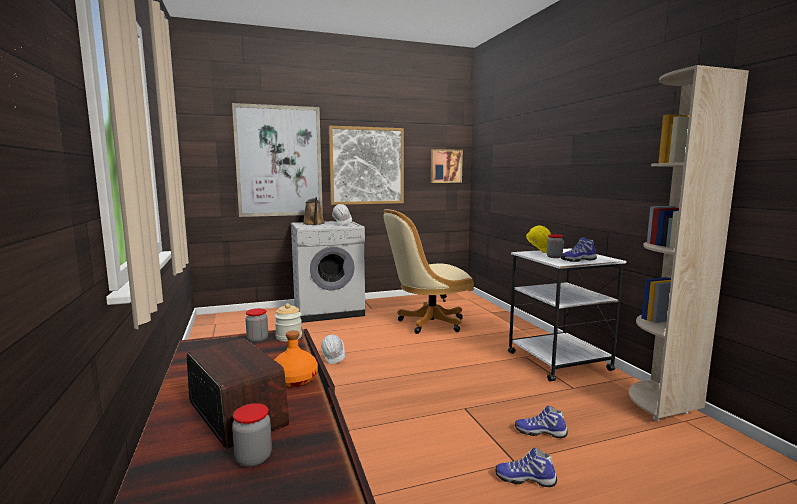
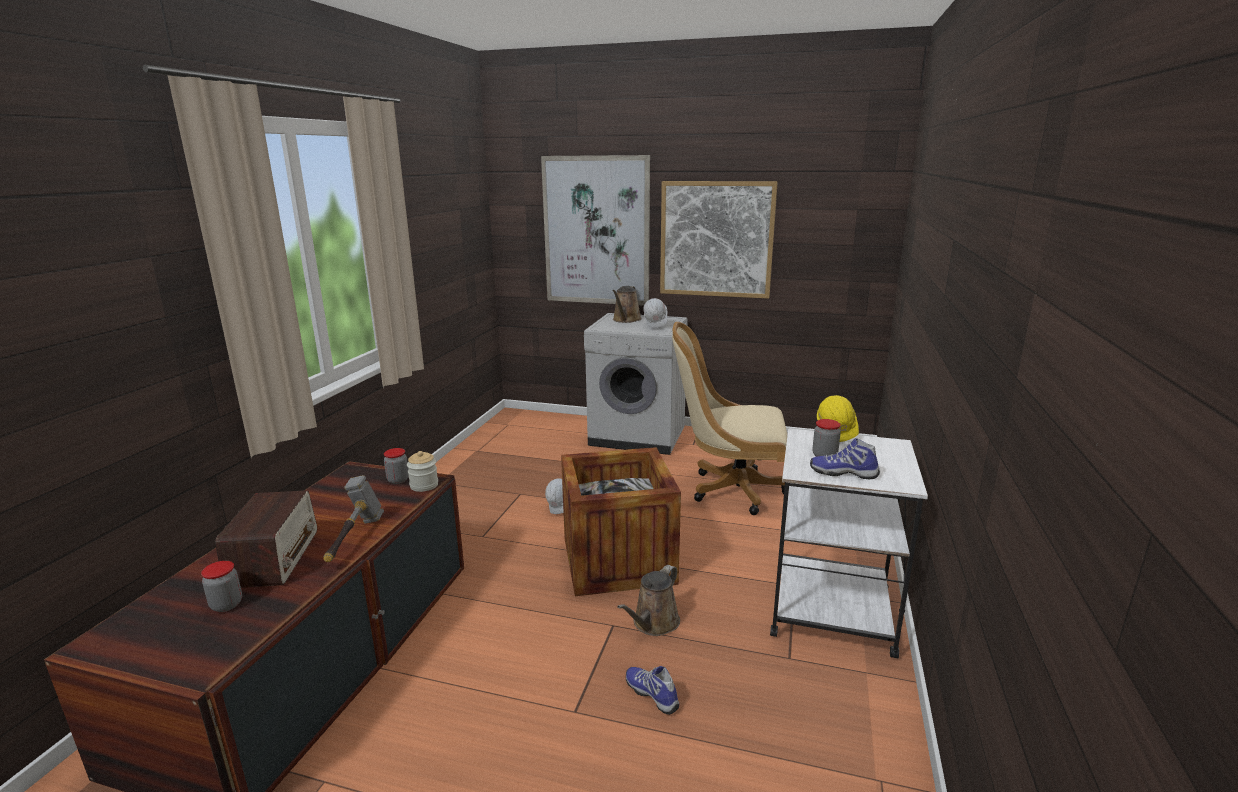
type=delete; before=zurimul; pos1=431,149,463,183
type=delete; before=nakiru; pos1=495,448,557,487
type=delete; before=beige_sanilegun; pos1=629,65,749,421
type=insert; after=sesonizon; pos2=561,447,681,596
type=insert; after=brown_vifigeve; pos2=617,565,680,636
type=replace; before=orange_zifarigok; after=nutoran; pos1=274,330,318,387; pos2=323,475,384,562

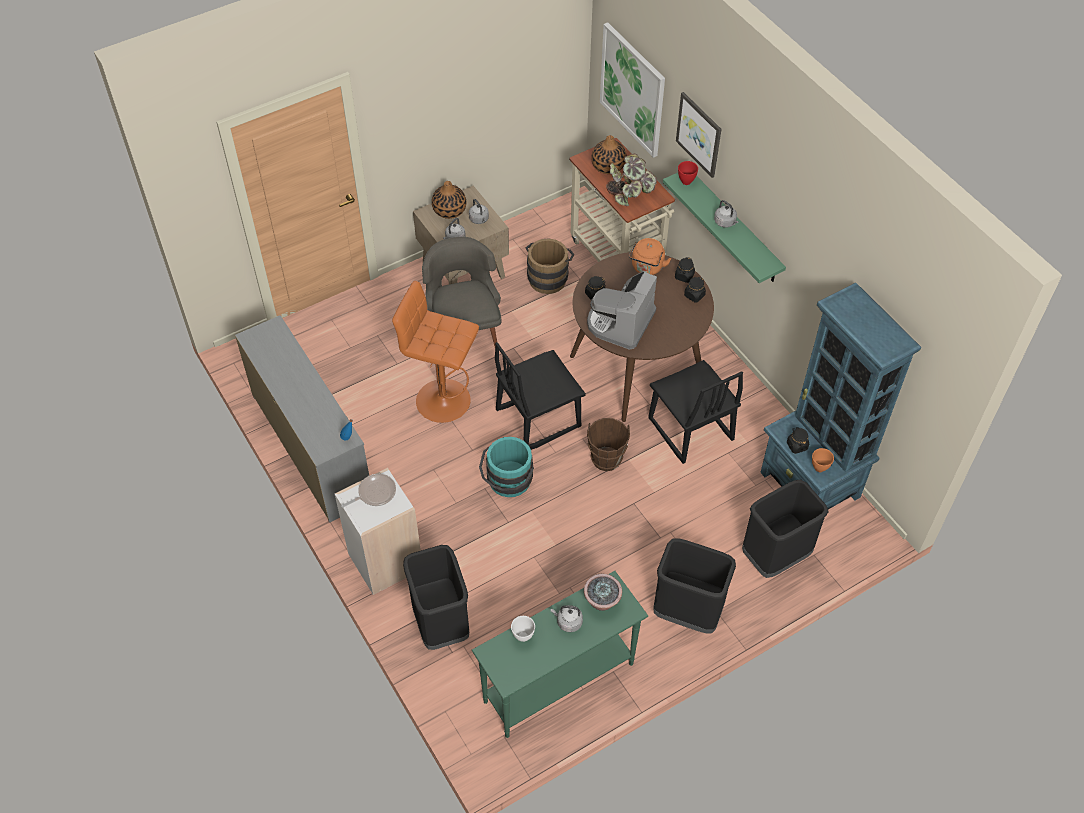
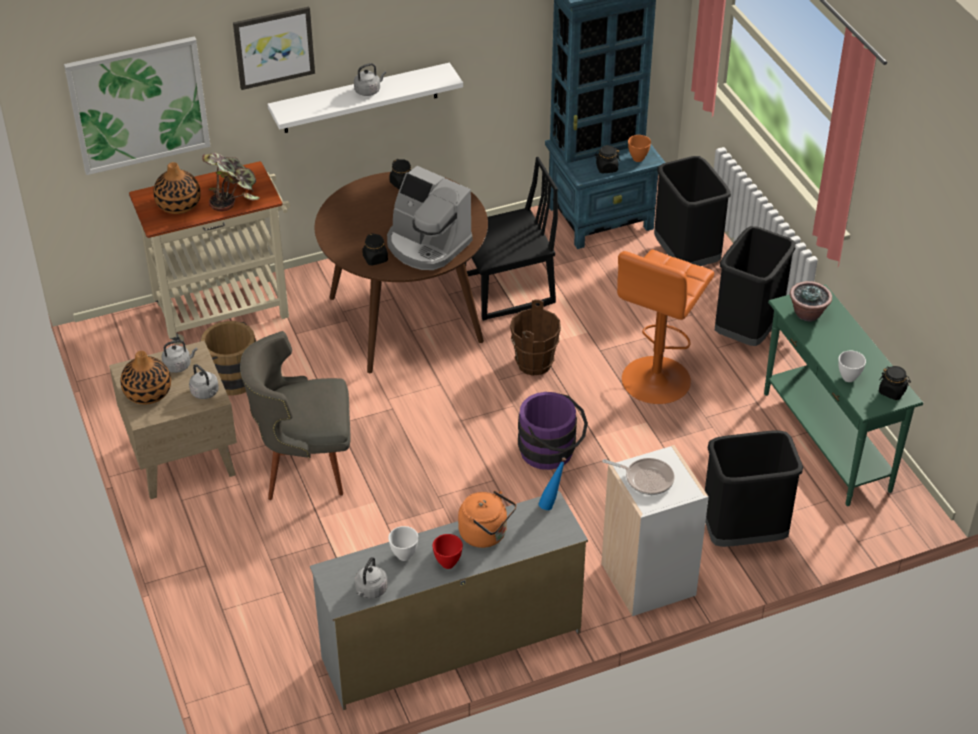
type=delete; before=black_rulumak; pos1=495,342,586,450
type=insert; after=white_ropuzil; pos2=388,526,419,561
type=move; before=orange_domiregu; pos1=392,281,479,423; pos2=617,250,714,404
type=move; before=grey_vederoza; pos1=551,605,583,632; pos2=355,557,388,599
type=move; before=orange_vederoza; pos1=629,238,671,275; pos2=458,491,516,548
type=move; before=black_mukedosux; pos1=675,257,695,283; pos2=879,366,911,400
type=move; before=red_ropuzil; pos1=678,161,698,185; pos2=432,534,463,569
type=recolor; before=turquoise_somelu; after=purple_somelu; pos1=479,437,534,497; pos2=518,392,588,470
type=recolor; before=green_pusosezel; after=white_pusosezel; pos1=663,173,786,283; pos2=268,63,463,133
type=rotate; before=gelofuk; pos1=341,474,396,508; pos2=602,458,675,495; turn=135

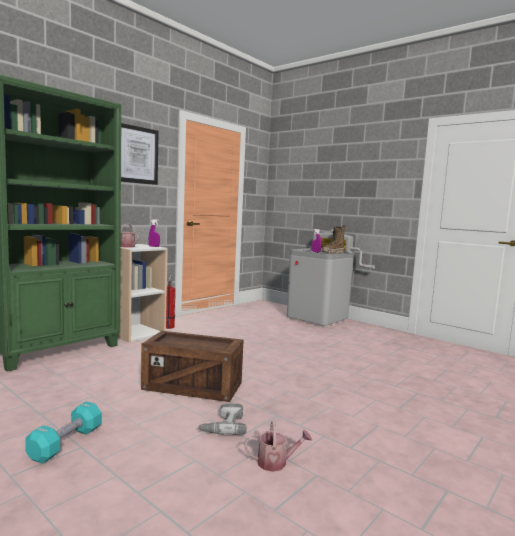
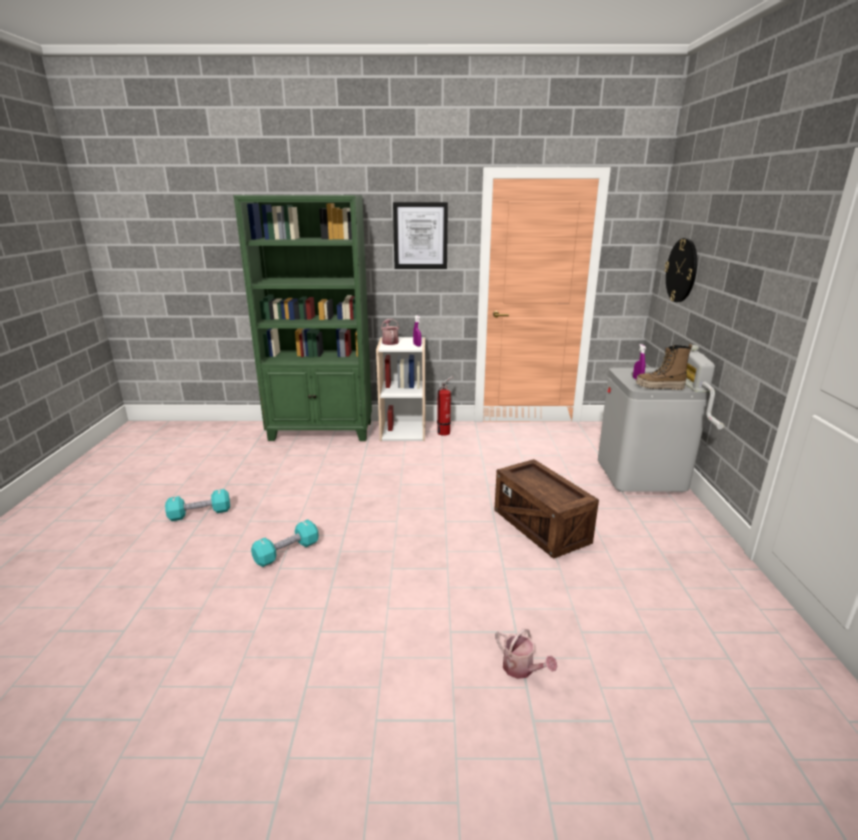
type=insert; after=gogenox; pos2=664,238,697,302
type=move; before=sesonizon; pos1=141,331,243,402; pos2=494,459,599,559
type=move; before=vifigeve; pos1=244,421,312,472; pos2=495,629,557,679
type=replace; before=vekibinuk; after=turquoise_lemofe; pos1=197,403,247,435; pos2=251,519,319,567

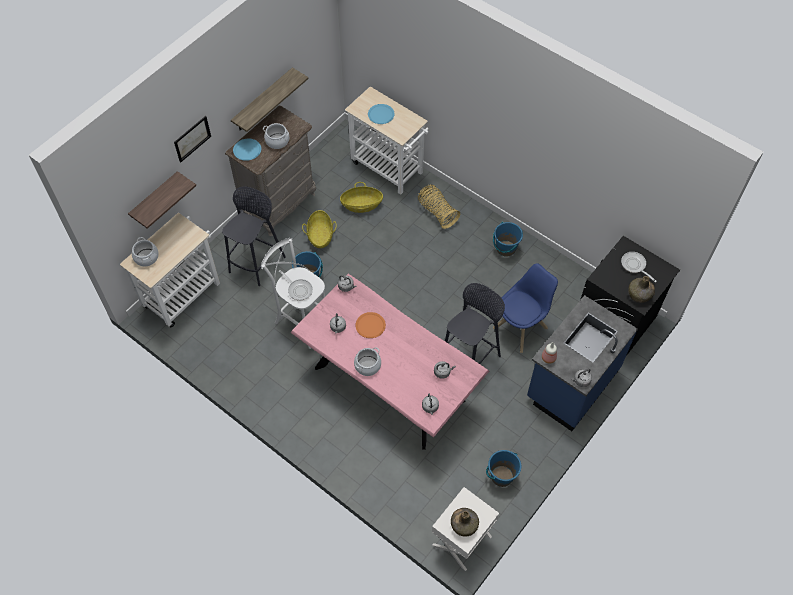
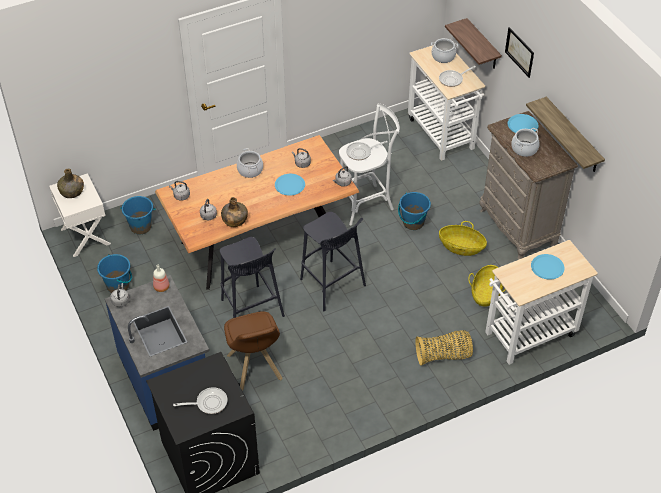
type=insert; after=gelofuk; pos2=439,66,476,87
type=move; before=grey_domiregu; pos1=222,186,286,286; pos2=300,212,366,311
type=move; before=blue_somelu; pos1=493,222,523,257; pos2=120,196,156,234
type=move; before=green_zifarigok; pos1=628,276,655,303; pos2=221,197,248,227
type=recolor; before=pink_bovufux; after=brown_bovufux; pos1=290,274,489,450; pos2=155,135,359,290
type=recolor; before=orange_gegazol; after=blue_gegazol; pos1=356,312,386,338; pos2=275,174,305,196
type=recolor; before=blue_rulumak; after=brown_rulumak; pos1=493,263,558,353; pos2=224,312,282,391

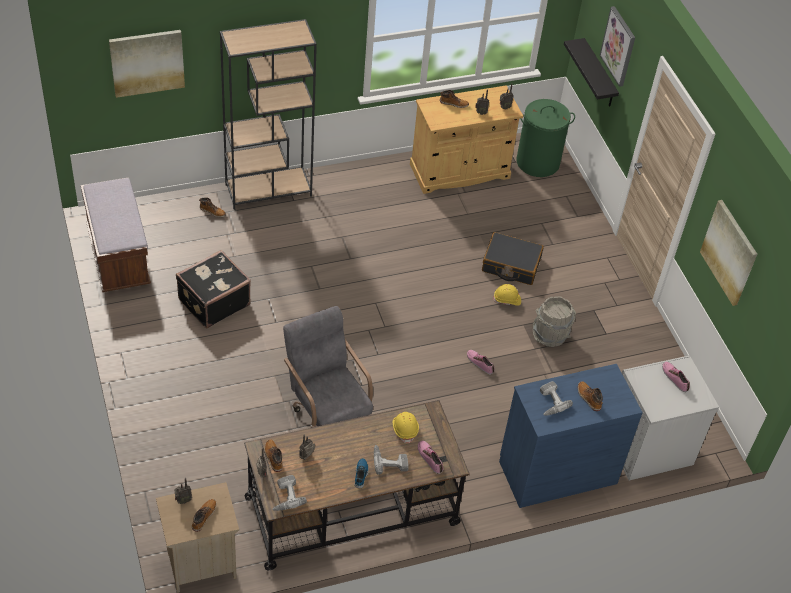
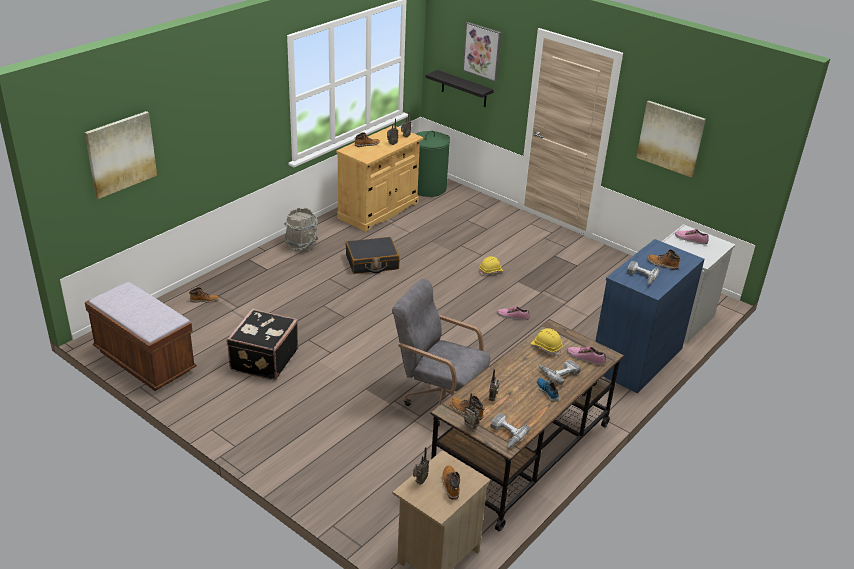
type=delete; before=sanilegun; pos1=220,19,317,210
type=move; before=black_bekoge; pos1=482,232,544,285; pos2=346,237,400,274
type=move; before=grey_somelu; pos1=533,296,576,347; pos2=284,208,318,252

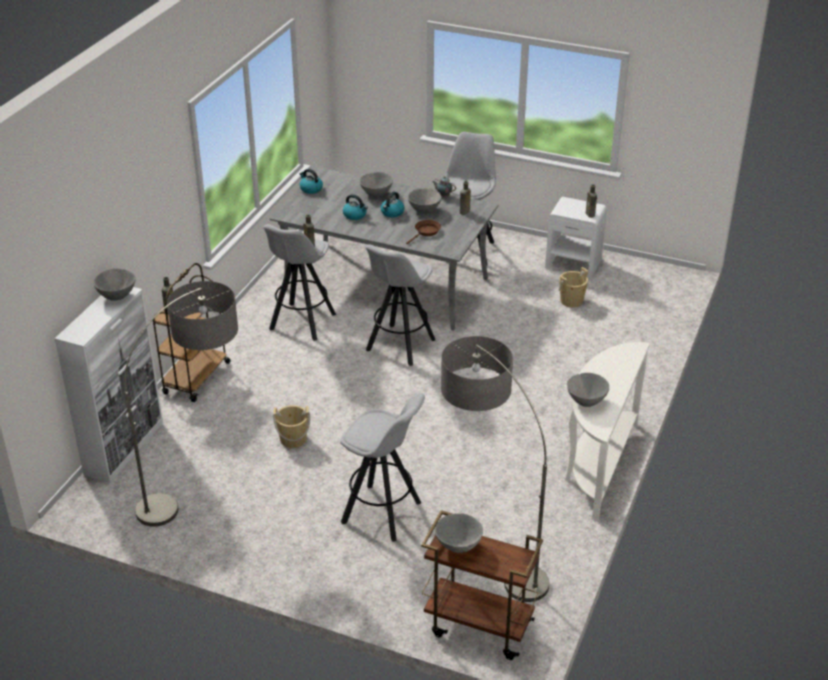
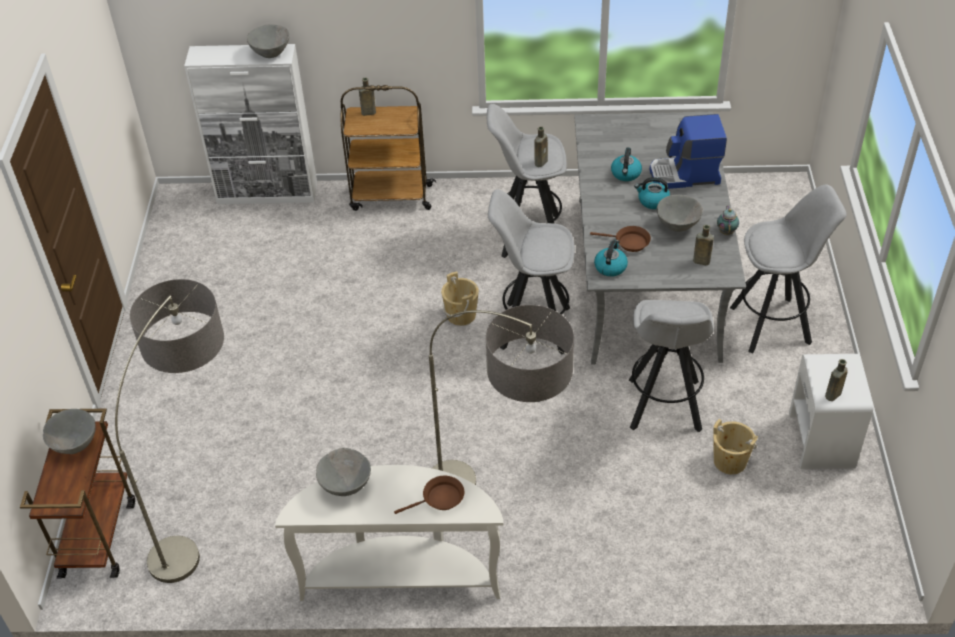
type=insert; after=brown_gelofuk; pos2=394,476,465,514
type=move; before=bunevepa; pos1=124,281,238,527; pos2=429,305,574,485
type=move; before=beige_somelu; pos1=273,405,310,448; pos2=441,272,479,326
type=move; before=vederoza; pos1=299,169,323,194; pos2=594,240,628,277
type=move; before=grey_domiregu; pos1=340,393,425,542; pos2=629,300,714,432
type=replace; before=grey_ropuzil; after=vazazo; pos1=360,172,393,198; pos2=650,114,727,189

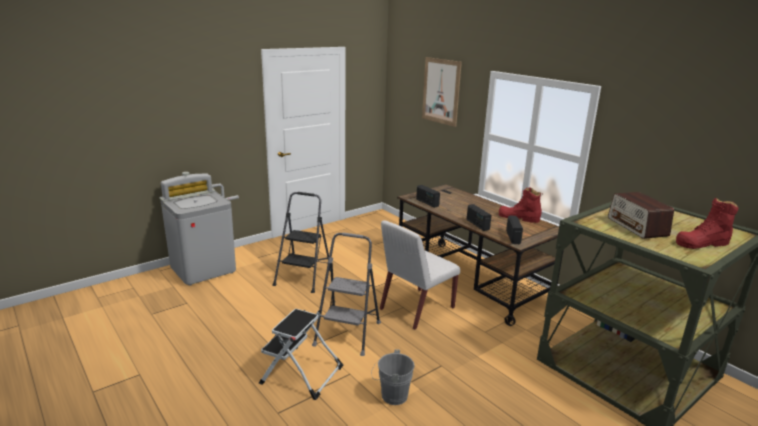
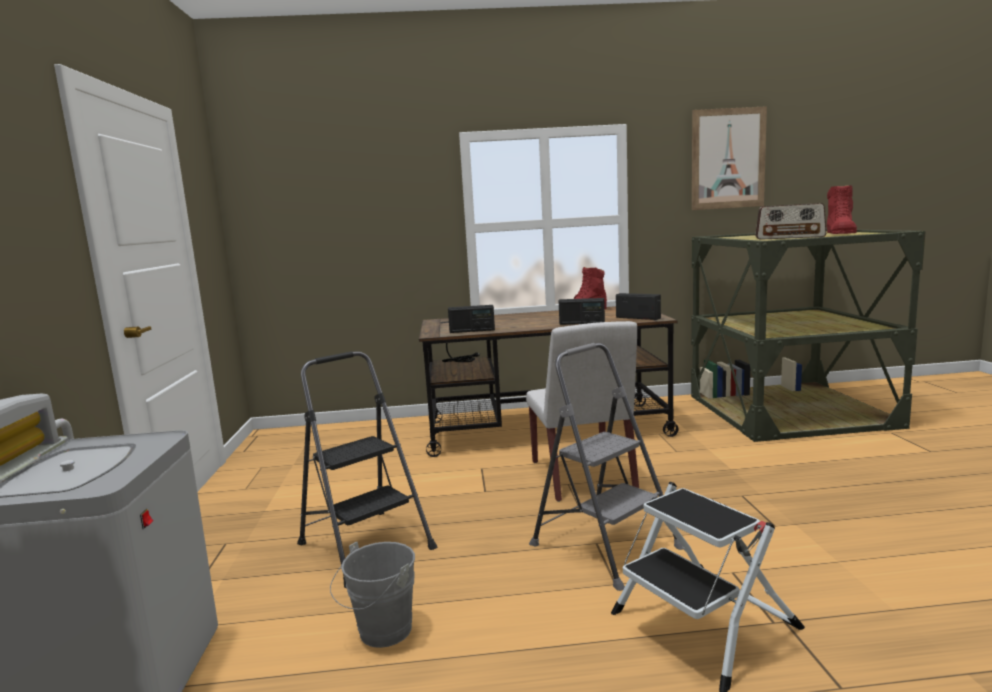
type=move; before=grey_somelu; pos1=371,349,415,405; pos2=330,541,415,648
type=move; before=zurimul; pos1=422,57,462,127; pos2=692,106,767,210

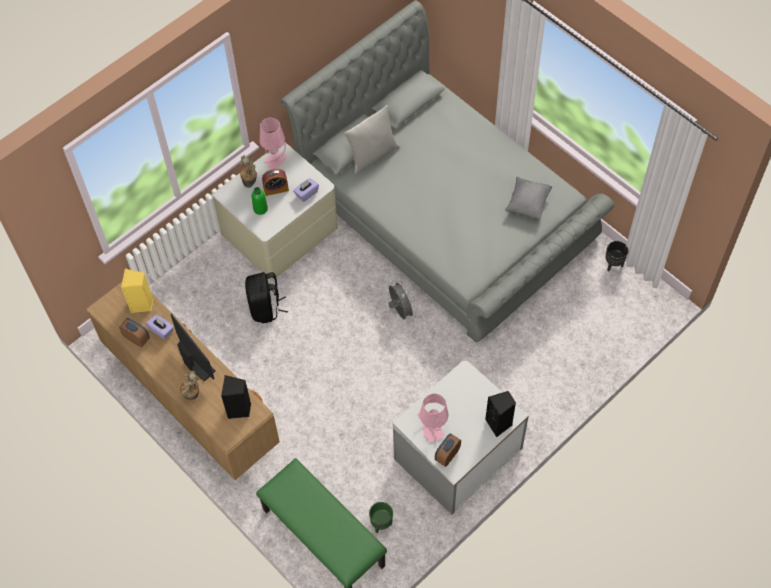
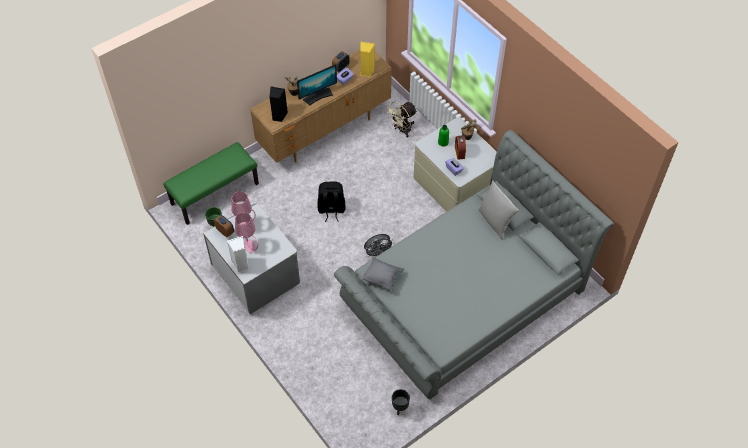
type=insert; after=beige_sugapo; pos2=385,102,417,138
type=move; before=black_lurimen; pos1=245,272,288,323; pos2=318,181,346,222
type=move; before=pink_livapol; pos1=260,118,286,169; pos2=235,212,259,253
type=move; before=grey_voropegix; pos1=505,177,552,219; pos2=362,257,405,291
type=recolor; before=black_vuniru; after=white_vuniru; pos1=485,391,516,437; pos2=227,236,249,273

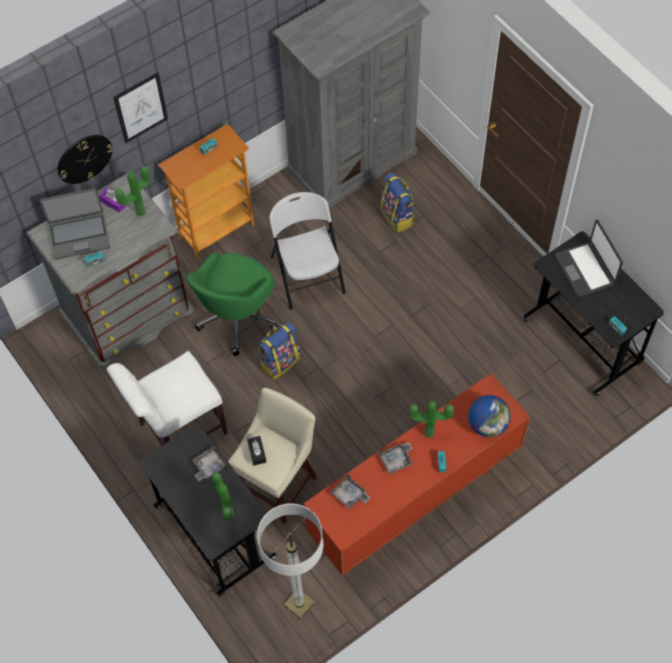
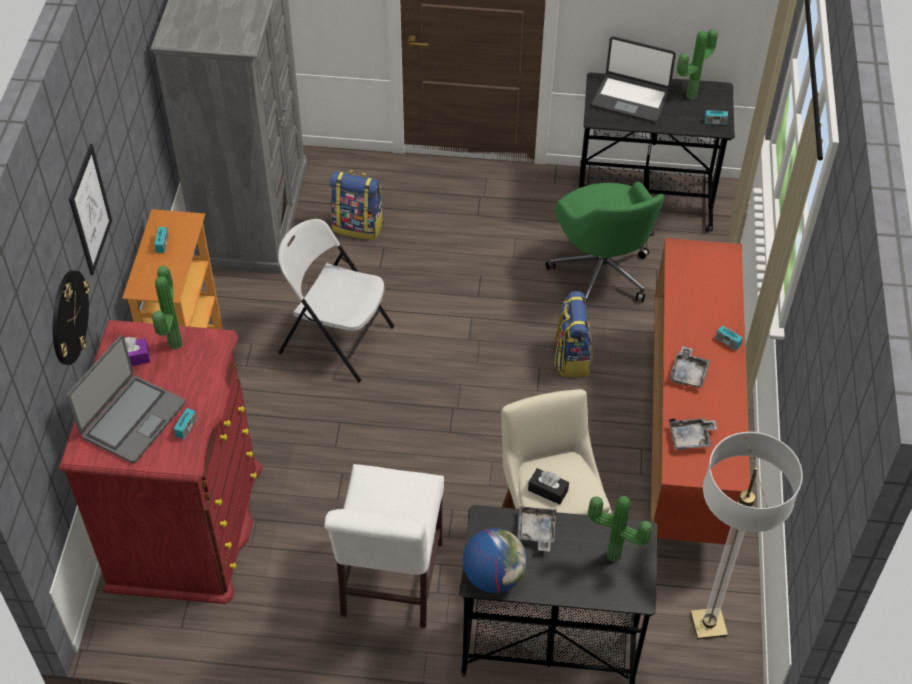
type=move; before=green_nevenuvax; pos1=186,253,278,356; pos2=545,182,664,304
type=move; before=lurimen; pos1=258,322,301,380; pos2=553,291,593,377
type=move; before=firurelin; pos1=409,401,454,438; pos2=677,29,718,100
type=move; before=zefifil; pos1=468,395,511,437; pos2=463,528,527,593
type=recolor; before=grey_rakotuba; after=red_rakotuba; pos1=26,173,194,368; pos2=58,320,262,604

